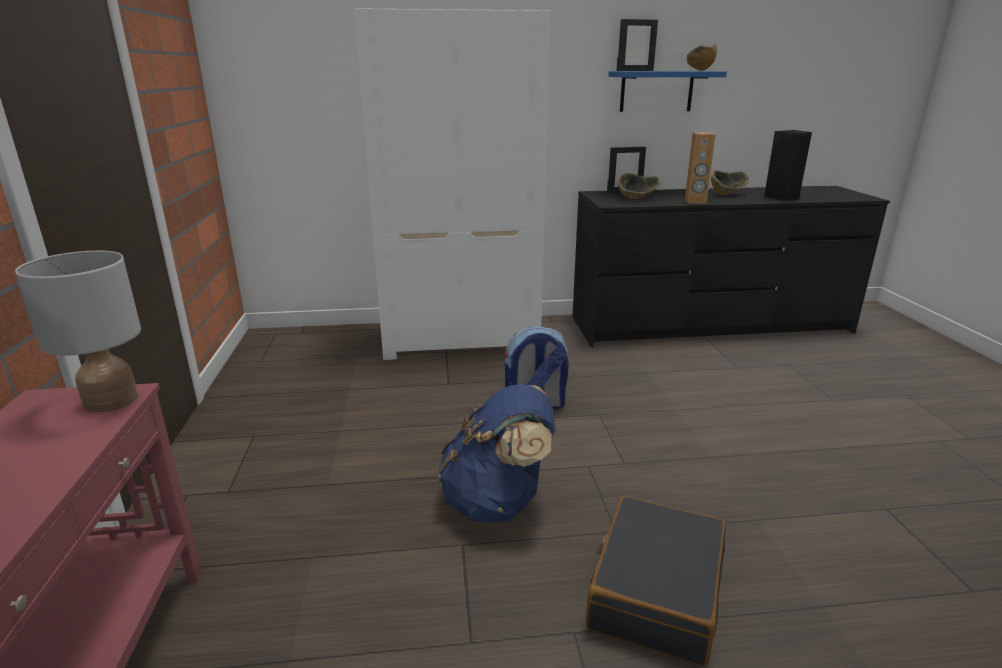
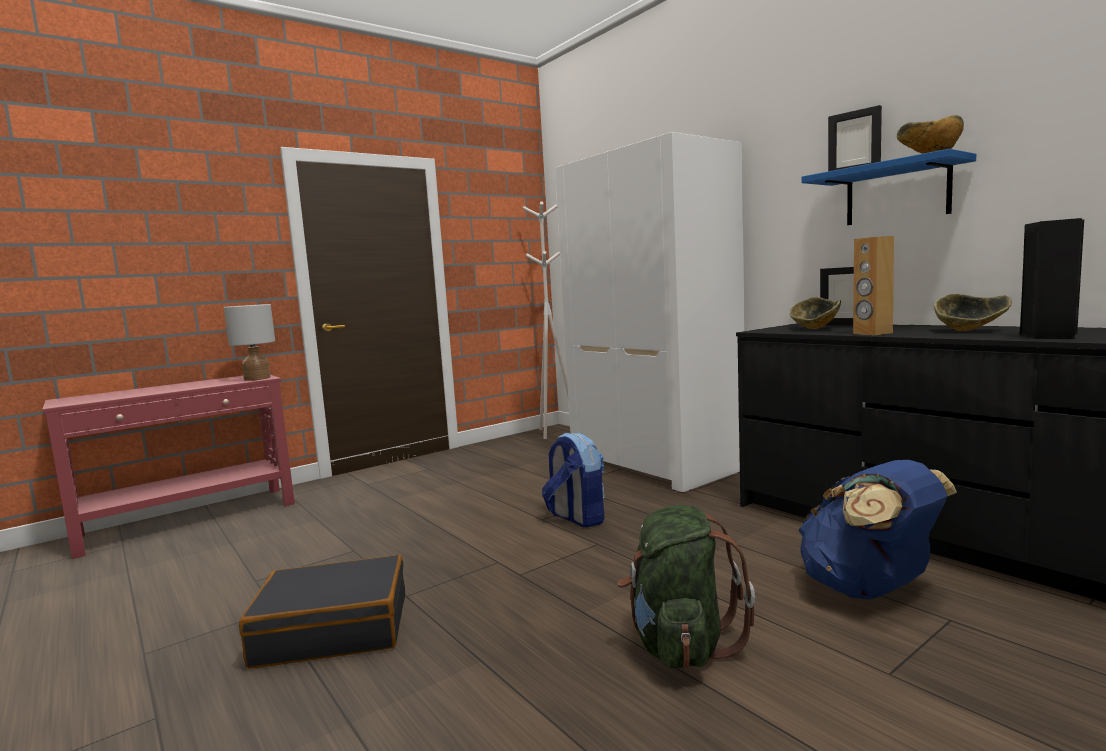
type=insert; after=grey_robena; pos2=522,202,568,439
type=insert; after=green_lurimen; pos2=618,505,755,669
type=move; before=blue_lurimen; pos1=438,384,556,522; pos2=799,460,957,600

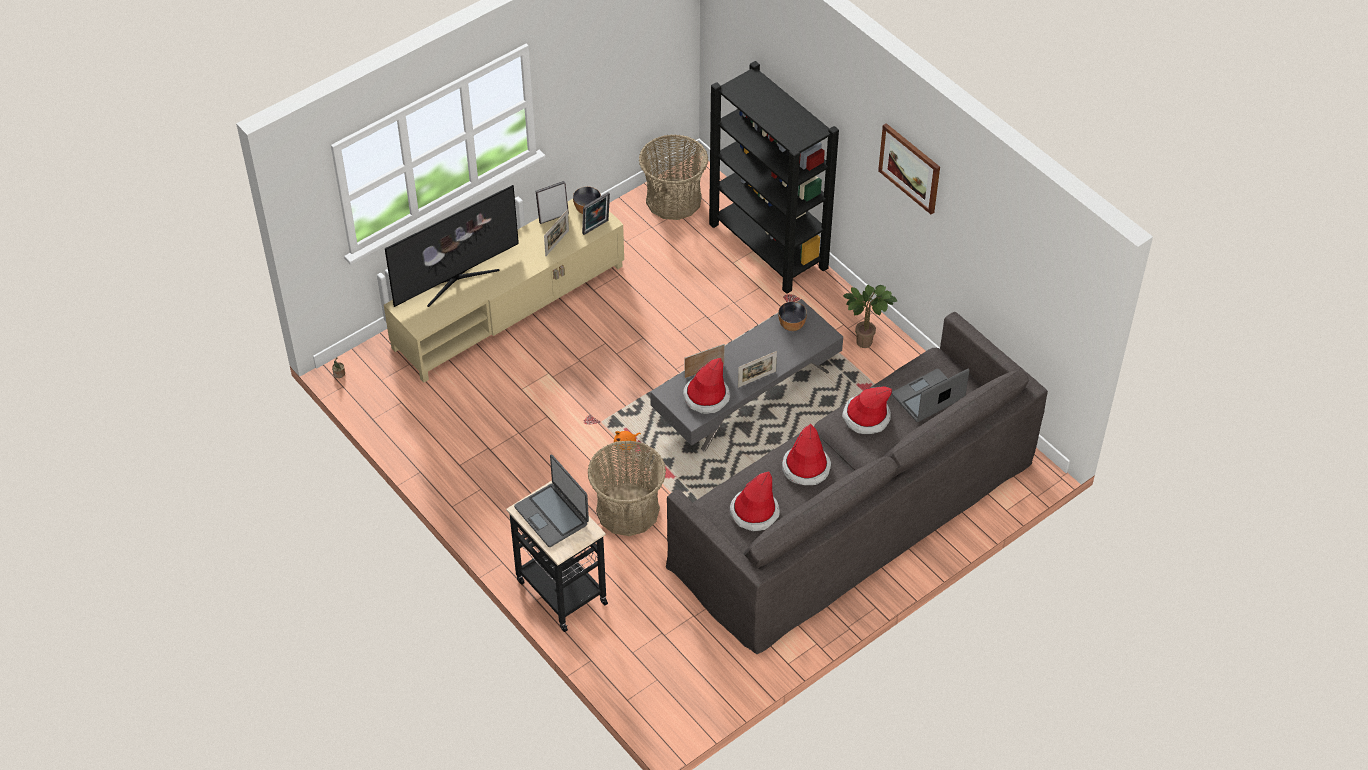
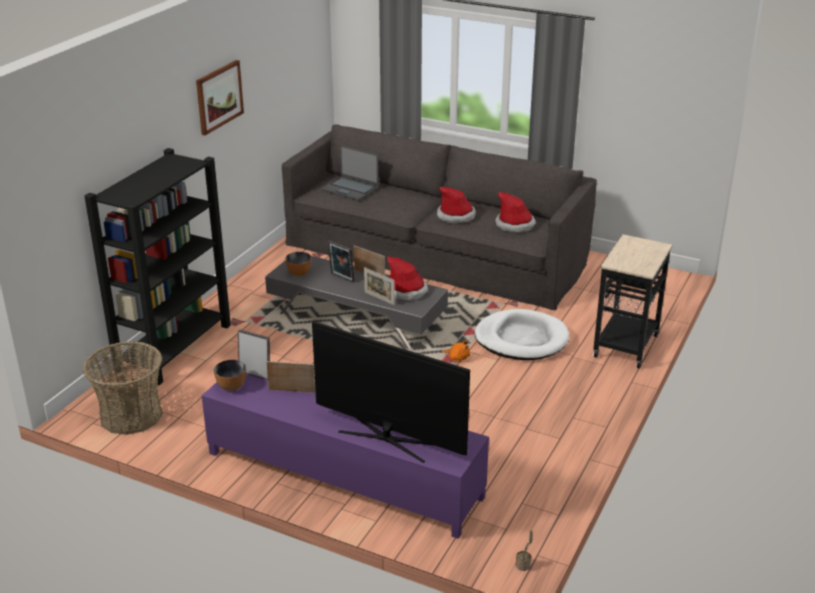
type=delete; before=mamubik; pos1=514,455,589,547
type=delete; before=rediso; pos1=842,386,892,434
type=delete; before=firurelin; pos1=843,285,897,348
type=move; before=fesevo; pos1=536,181,569,224; pos2=327,241,355,283
type=replace; before=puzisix; after=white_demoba; pos1=587,440,666,536; pos2=475,309,569,360
type=recolor; before=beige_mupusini; after=purple_mupusini; pos1=384,199,624,382; pos2=202,374,489,539

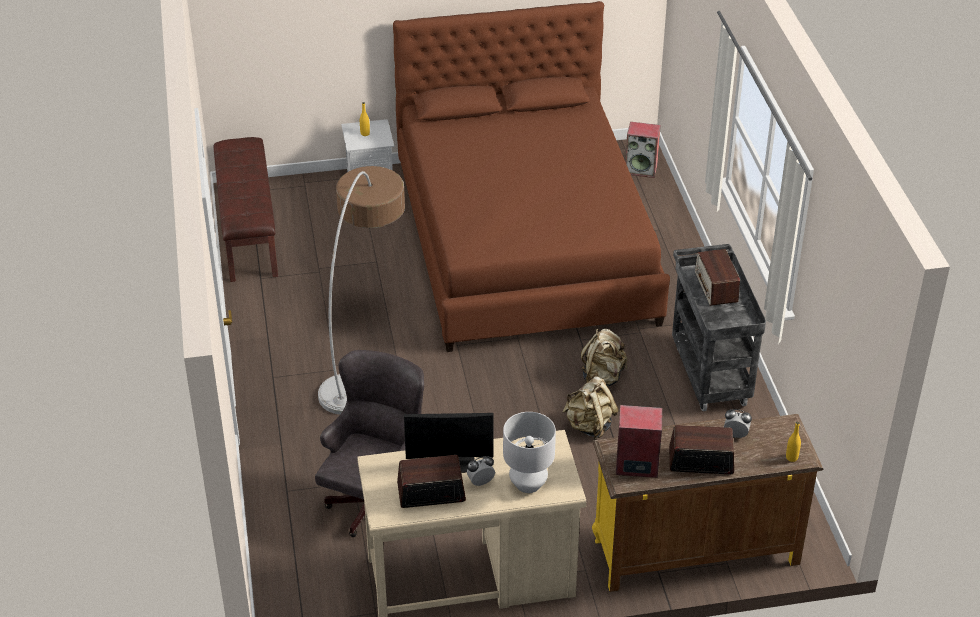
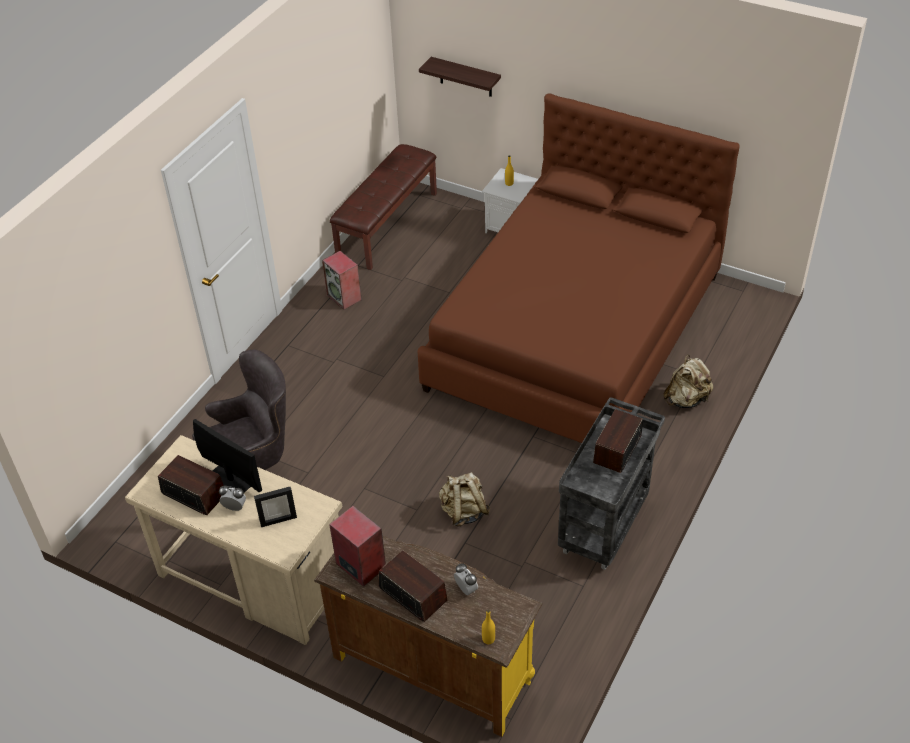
type=delete; before=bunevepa; pos1=318,166,405,415
type=insert; after=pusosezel; pos2=419,57,501,97
type=move; before=beige_lurimen; pos1=581,329,627,387; pos2=663,355,713,408
type=move; before=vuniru; pos1=625,122,661,178; pos2=322,251,362,310
type=replace; before=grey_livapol; after=fesevo; pos1=503,412,556,493; pos2=254,487,297,527

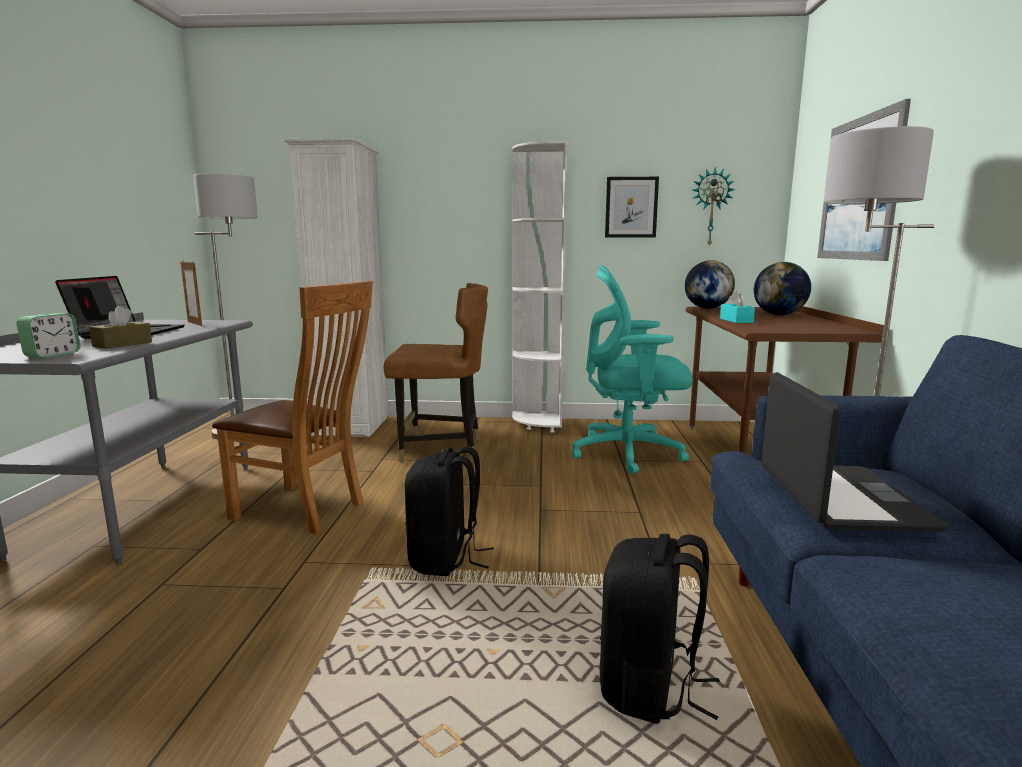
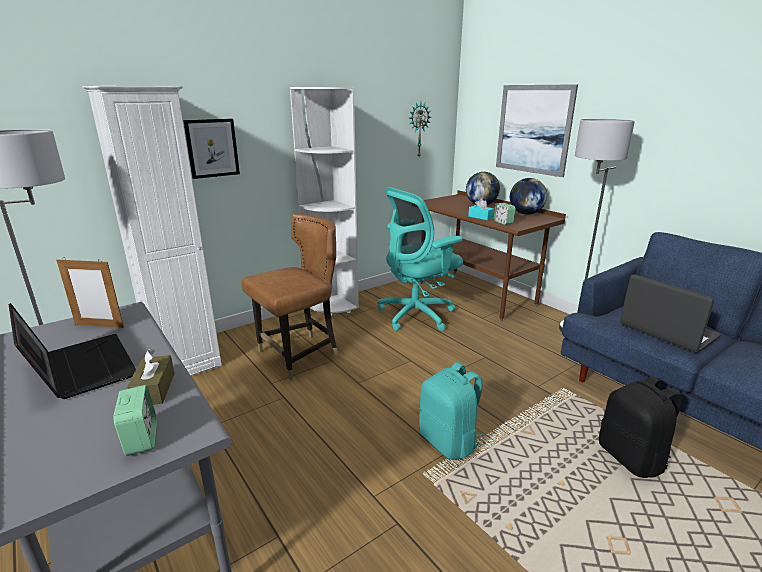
type=delete; before=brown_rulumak; pos1=212,281,373,534
type=insert; after=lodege; pos2=494,203,516,225
type=move; before=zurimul; pos1=605,177,659,238; pos2=183,119,240,179
type=move; before=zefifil; pos1=685,260,735,309; pos2=510,178,547,214
type=recolor; before=black_lurimen; after=turquoise_lurimen; pos1=405,447,494,576; pos2=419,362,483,460

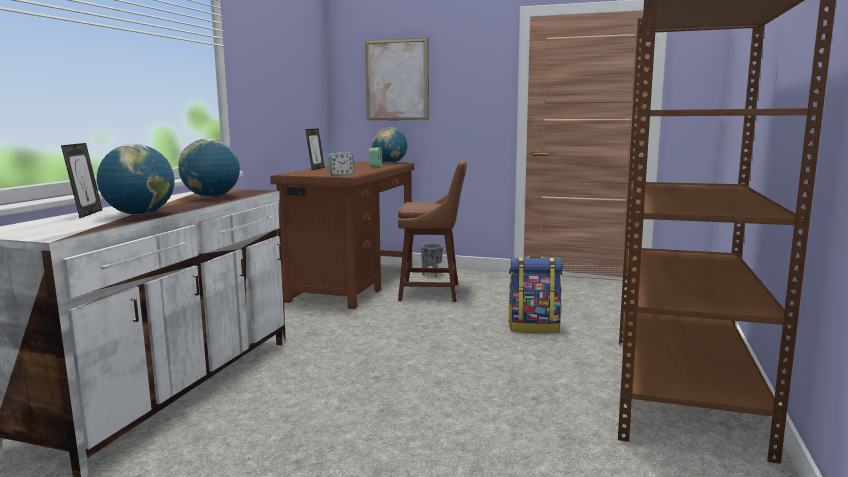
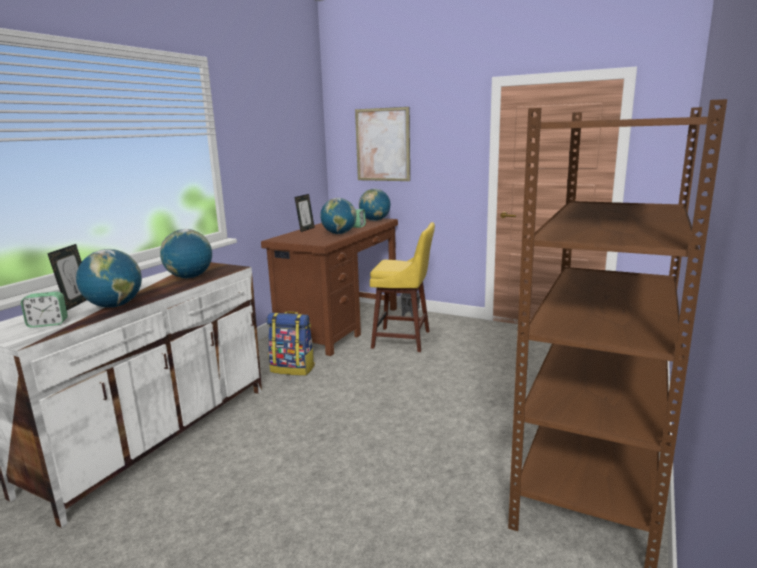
type=insert; after=zefifil; pos2=320,198,356,234
type=move; before=lodege; pos1=328,152,354,175; pos2=21,292,68,328
type=move; before=lurimen; pos1=508,256,563,333; pos2=267,311,315,376
type=recolor; before=brown_rulumak; after=yellow_rulumak; pos1=398,159,467,302; pos2=370,222,435,352

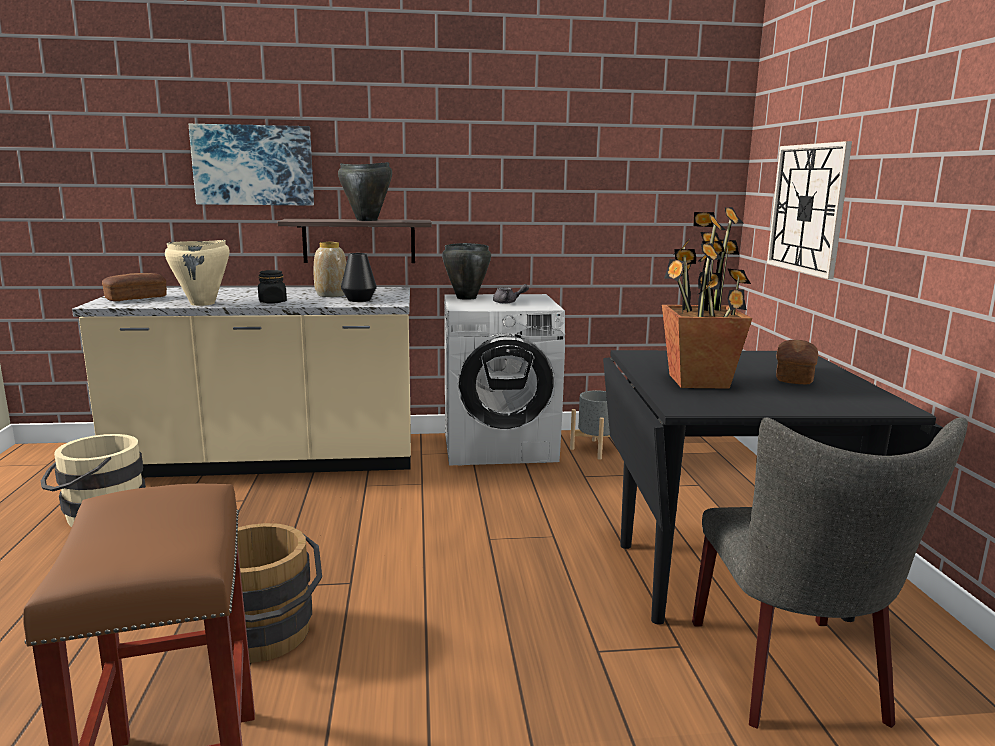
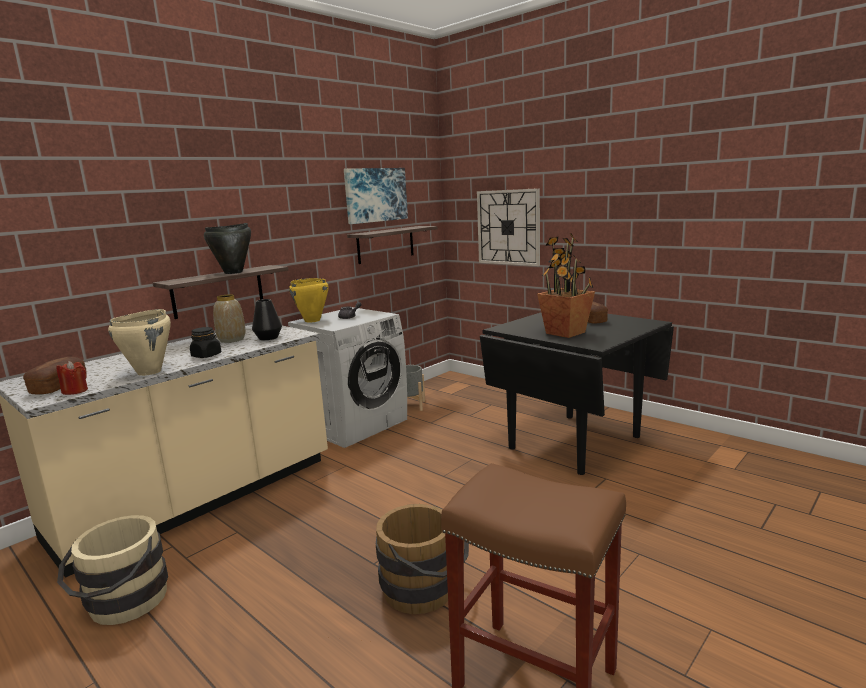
type=delete; before=grey_rulumak; pos1=692,417,968,729
type=insert; after=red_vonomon; pos2=56,361,88,395
type=insert; after=pusosezel; pos2=347,226,437,264
type=move; before=zurimul; pos1=189,124,314,206; pos2=344,168,408,224
type=recolor; before=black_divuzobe; after=yellow_divuzobe; pos1=442,243,491,300; pos2=289,278,329,323

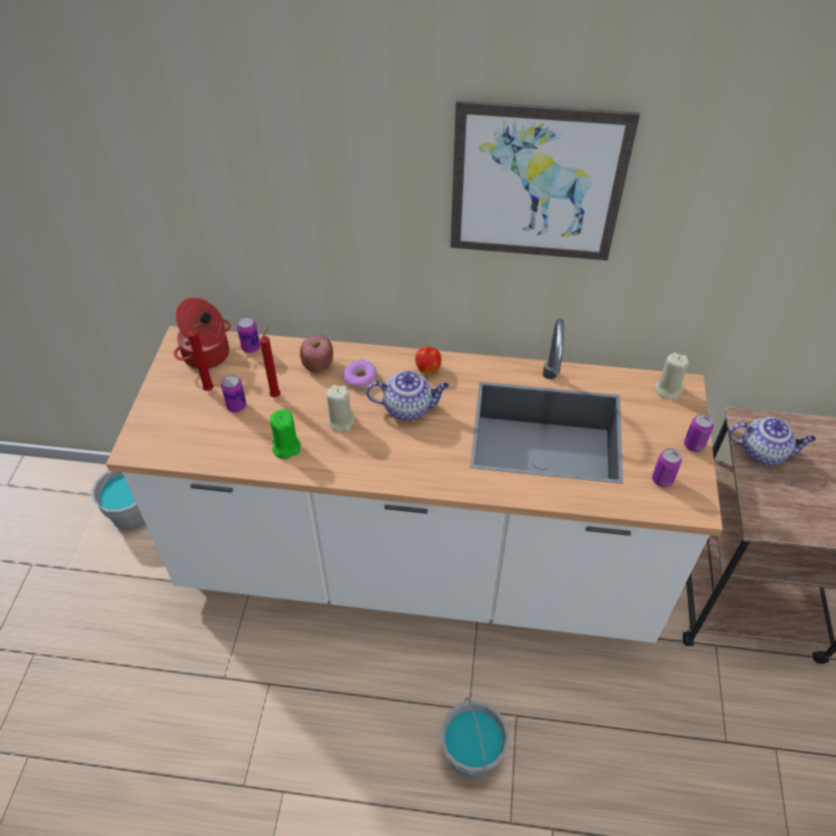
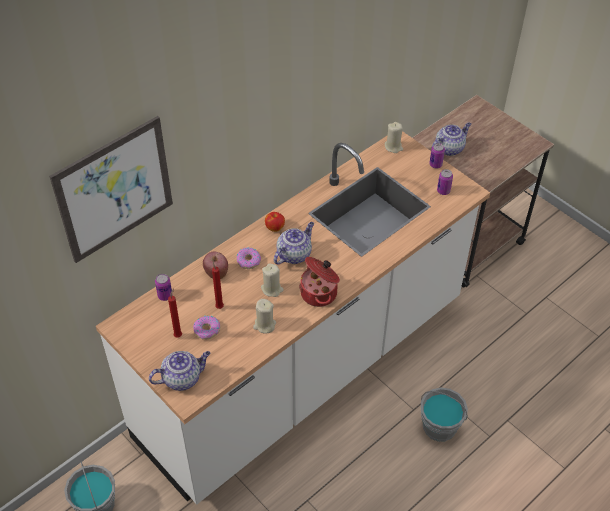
type=insert; after=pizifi; pos2=149,351,210,391
type=move; before=divuzobe; pos1=174,298,231,369; pos2=299,257,340,307
type=move; before=zurimul; pos1=450,100,640,261; pos2=49,116,173,263
type=replace; before=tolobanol; after=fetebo; pos1=221,375,247,413; pos2=193,316,220,340
type=recolor; before=green_vonomon; after=beige_vonomon; pos1=270,410,300,459; pos2=253,299,276,333

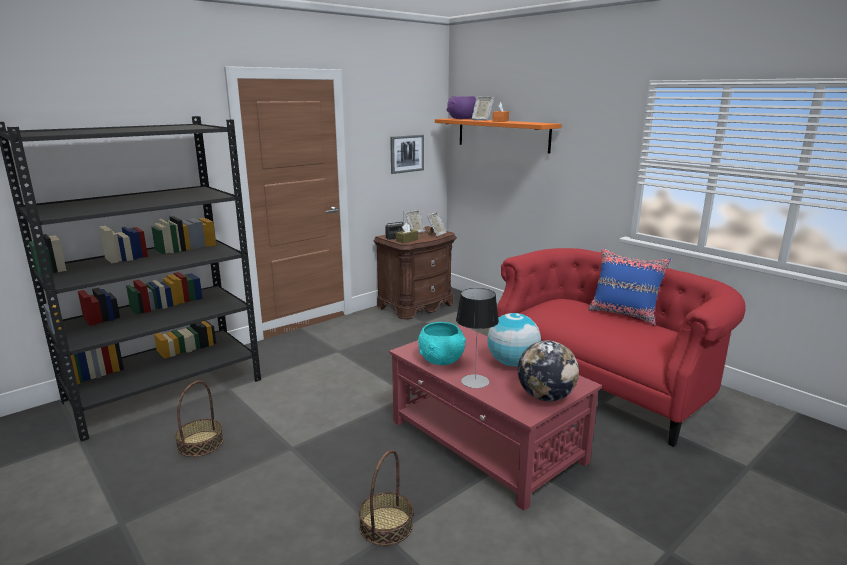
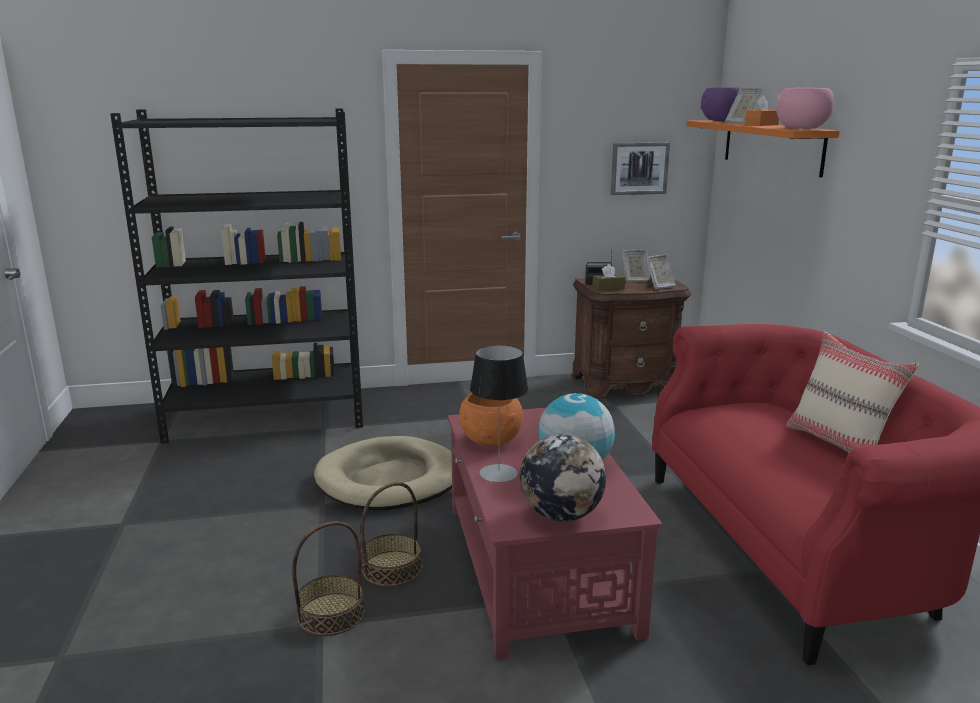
type=insert; after=beige_demoba; pos2=314,436,452,510
type=insert; after=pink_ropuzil; pos2=776,88,834,129
type=move; before=puzisix; pos1=175,381,224,457; pos2=361,482,423,587
type=recolor; before=turquoise_ropuzil; after=orange_ropuzil; pos1=418,322,466,365; pos2=459,393,523,446
type=recolor; before=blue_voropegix; after=beige_voropegix; pos1=588,248,671,325; pos2=785,332,919,453

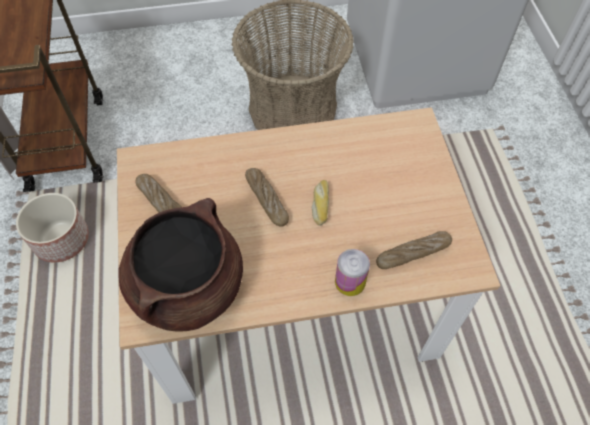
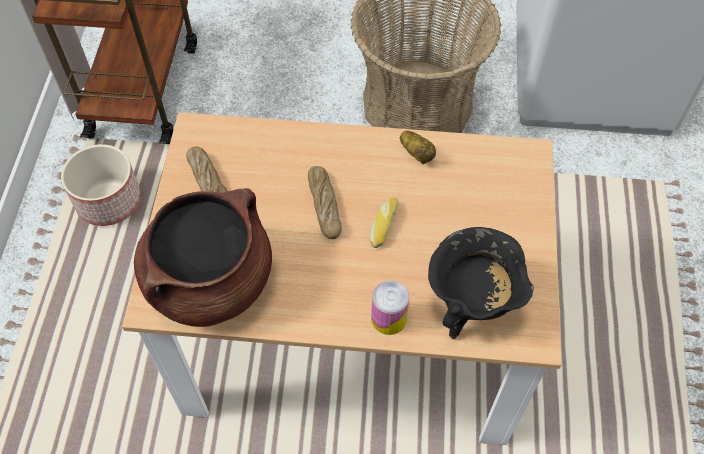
type=insert; after=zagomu; pos2=400,131,436,165
type=replace; before=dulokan; after=black_divuzobe; pos1=376,231,452,269; pos2=428,227,534,339

